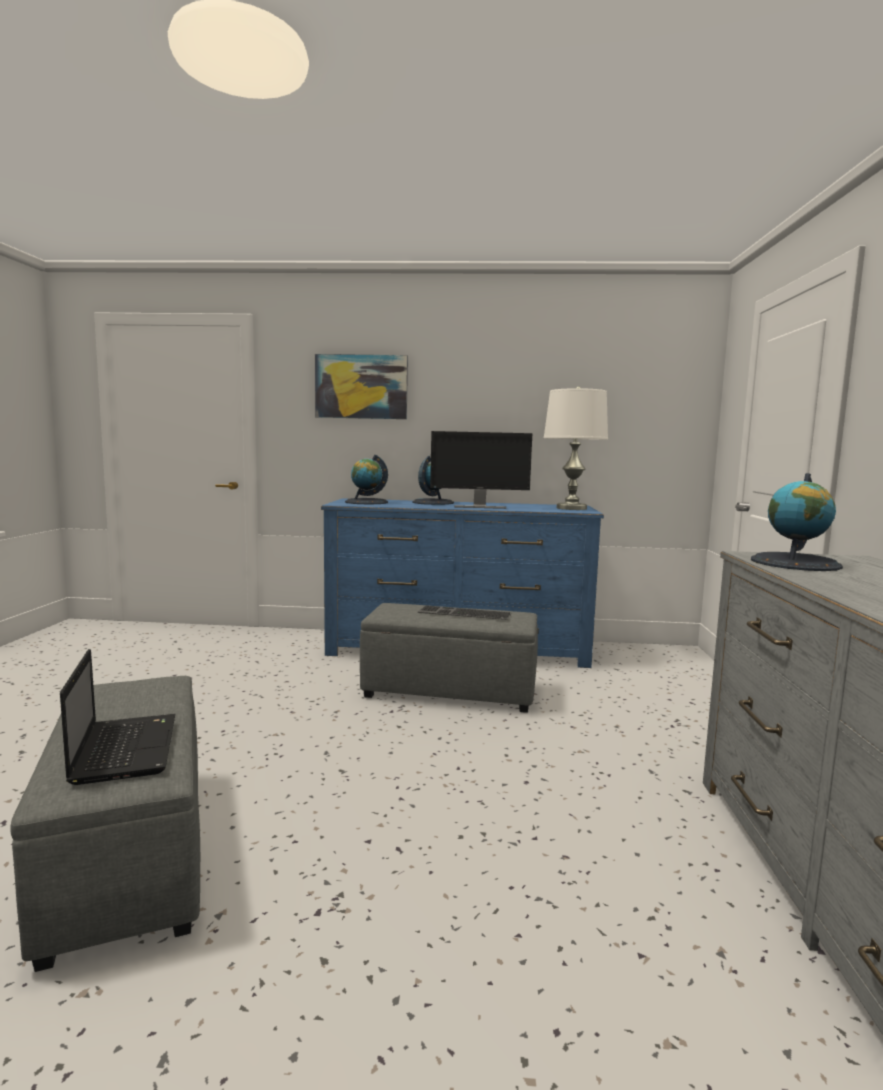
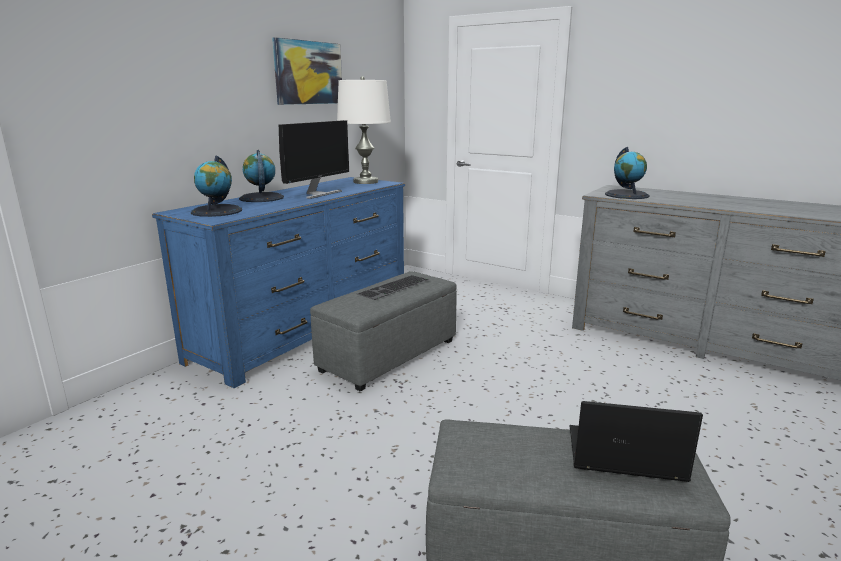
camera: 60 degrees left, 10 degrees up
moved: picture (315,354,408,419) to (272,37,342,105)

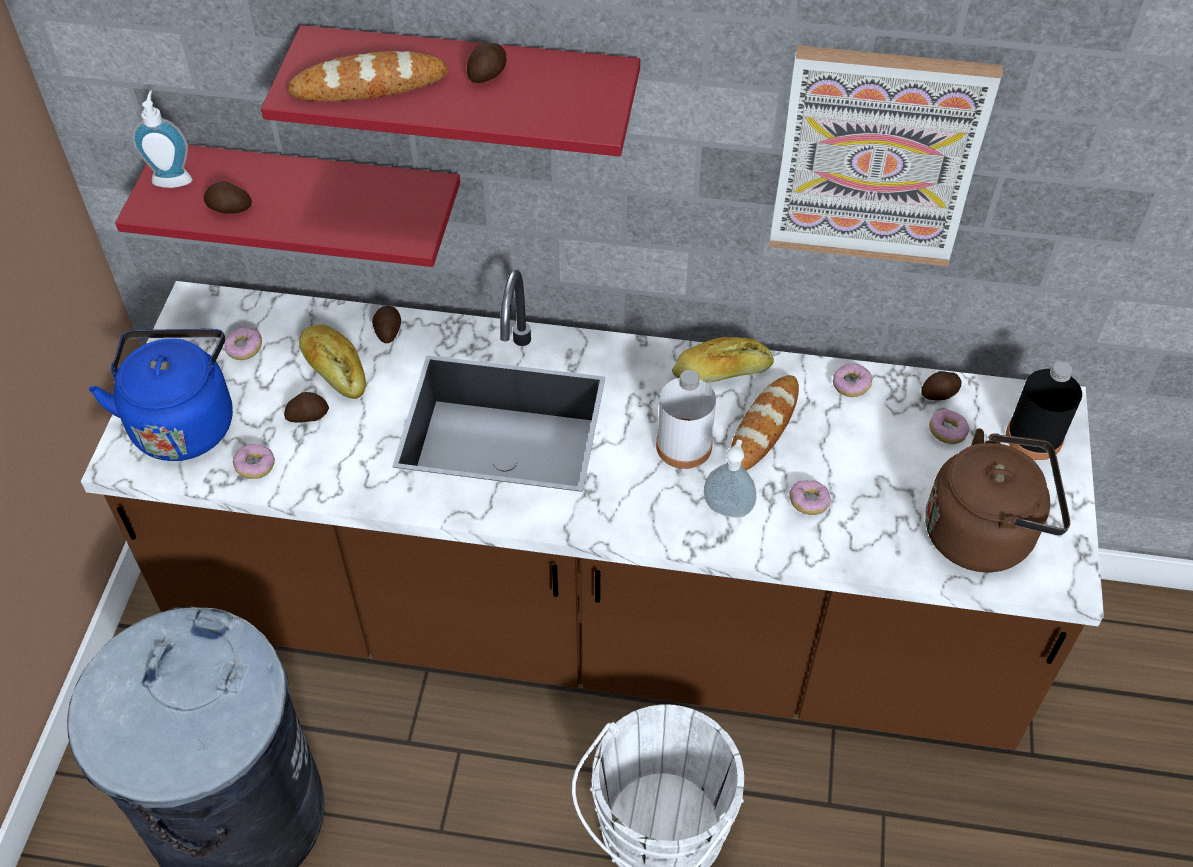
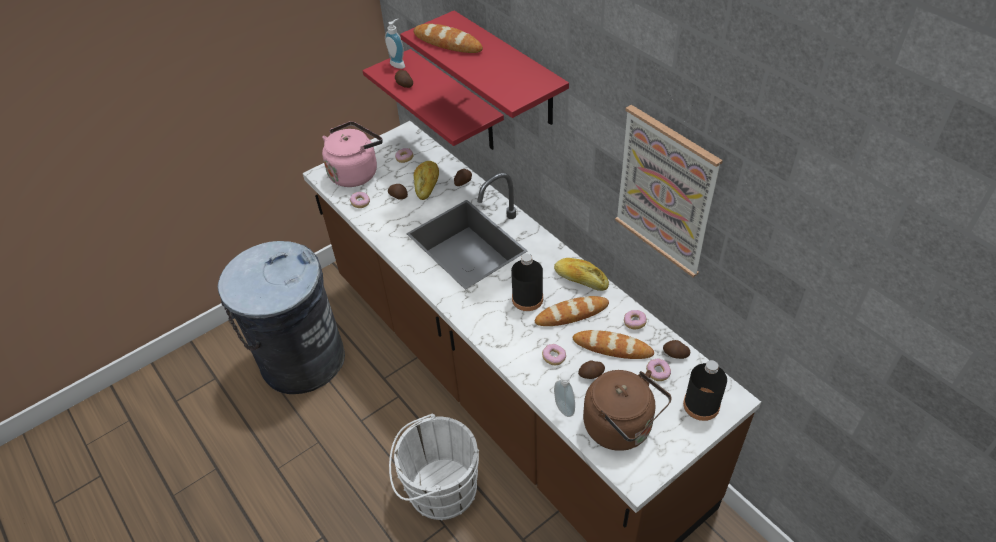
camera: 45 degrees right, 5 degrees down
added: bread (573,330,654,359)
moved: soap_dispenser (704,440,756,517) to (554,370,575,417); potato (467,43,506,83) to (578,361,605,379)
recoloured: blue_kettle (89,329,233,461) to pink_kettle (322,121,383,187); white_bottle (656,370,716,469) to black_bottle (511,254,543,311)

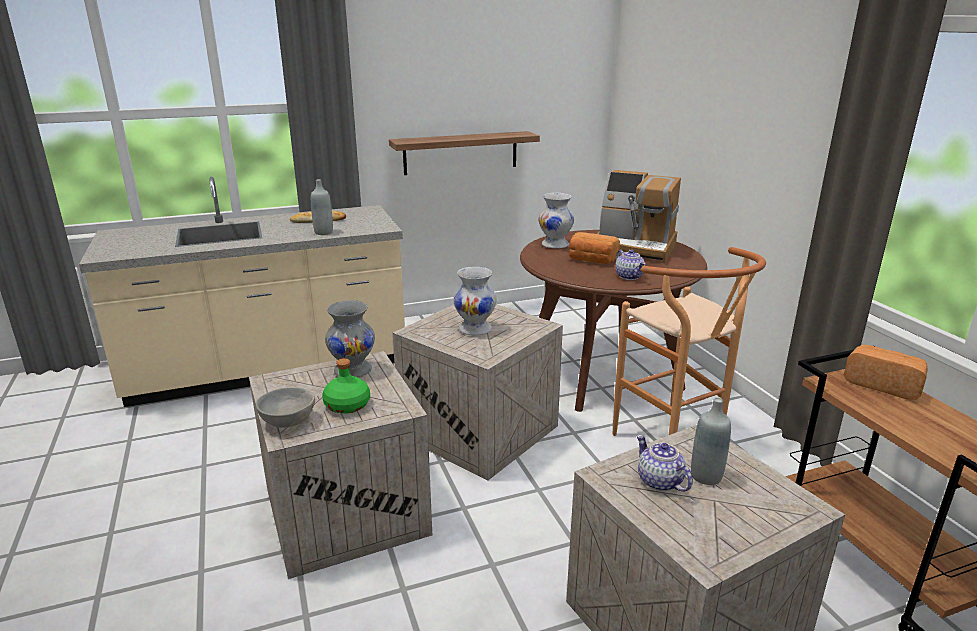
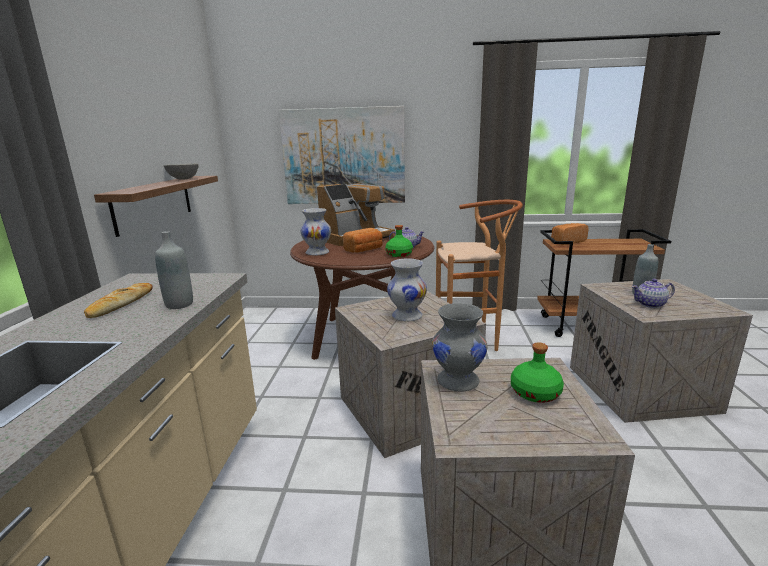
camera: 65 degrees left, 5 degrees down
added: picture (279,106,405,204); green_bottle (385,225,413,257)
moved: grey_bowl (256,387,315,428) to (163,163,199,180)

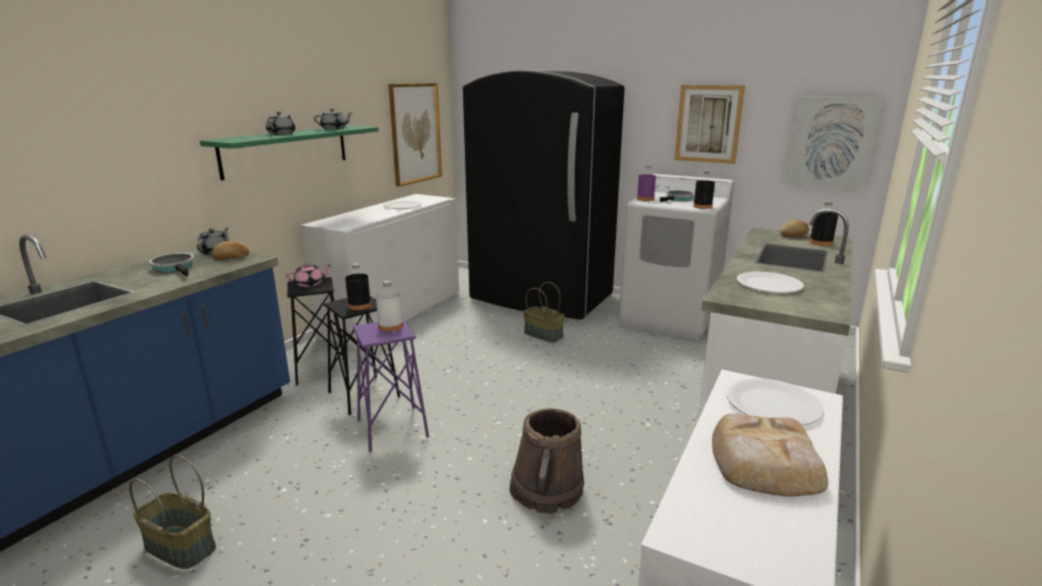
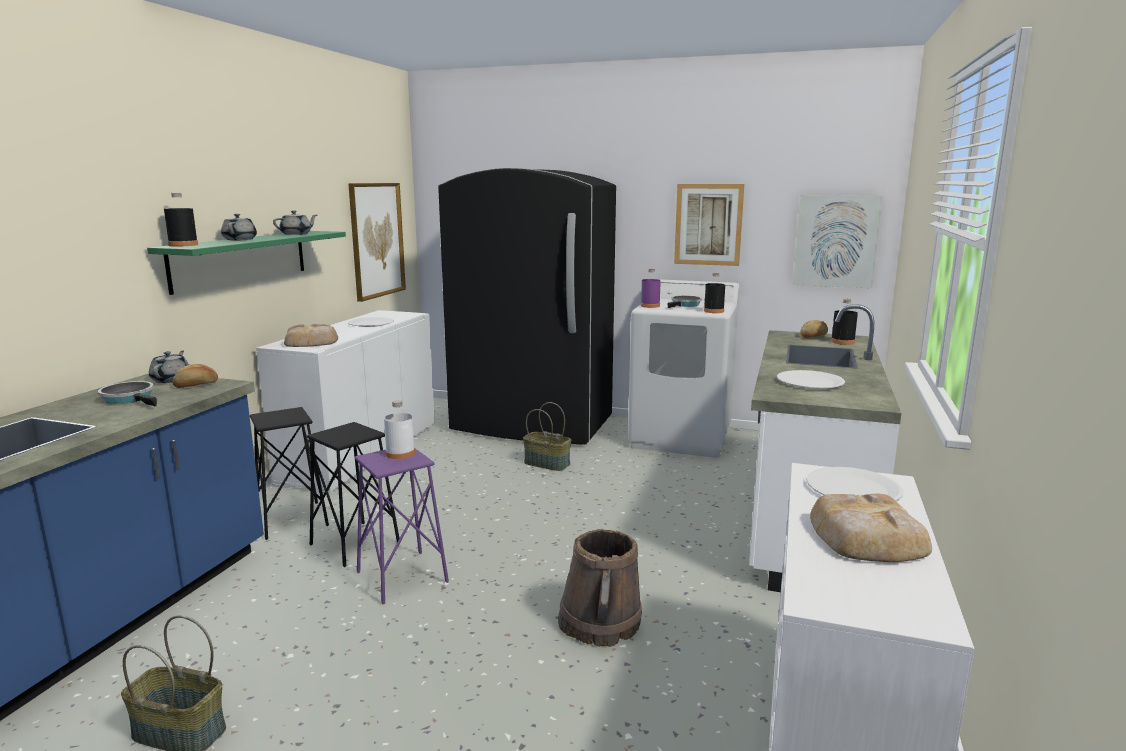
camera: 10 degrees left, 5 degrees down
removed: pink_teapot (286,263,331,287)
added: bread (284,324,338,347)
moved: black_bottle (345,263,371,310) to (164,193,198,246)

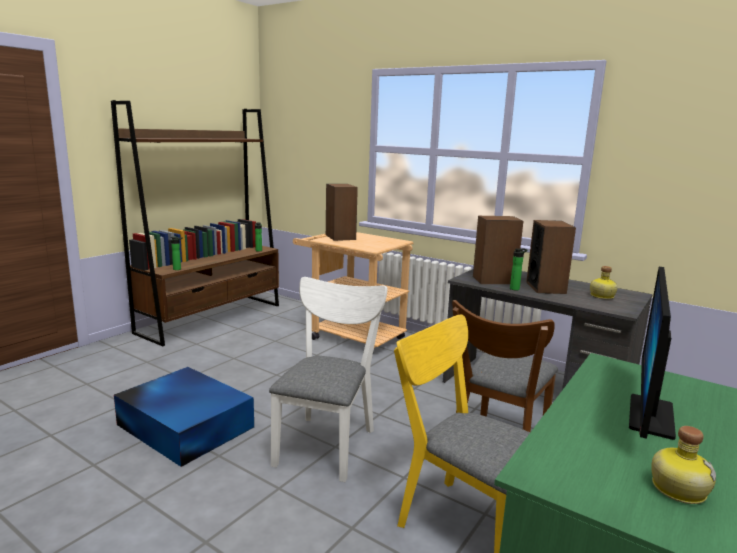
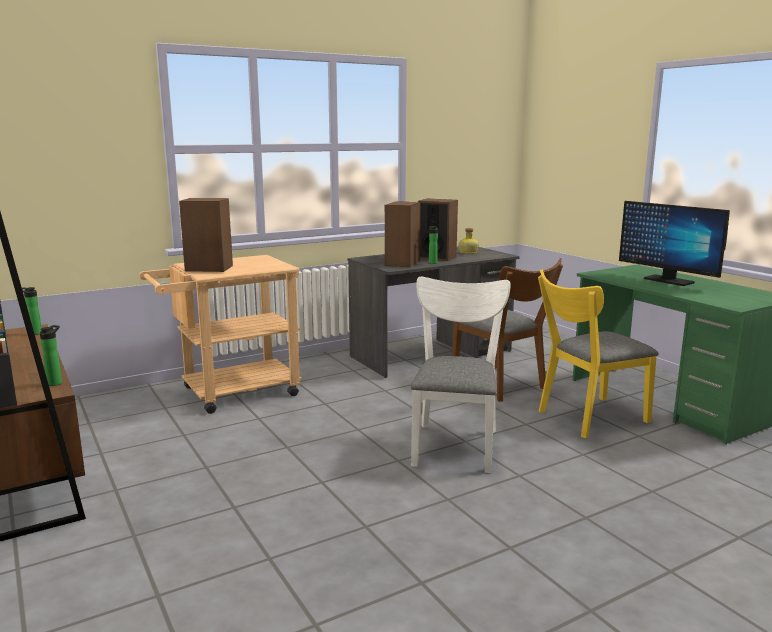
camera: 65 degrees left, 0 degrees up
removed: blue_storage_box (114,367,254,467); bottle (651,426,716,504)
turned: white_chair (269,277,387,482) = (411,277,510,473) 60 degrees clockwise

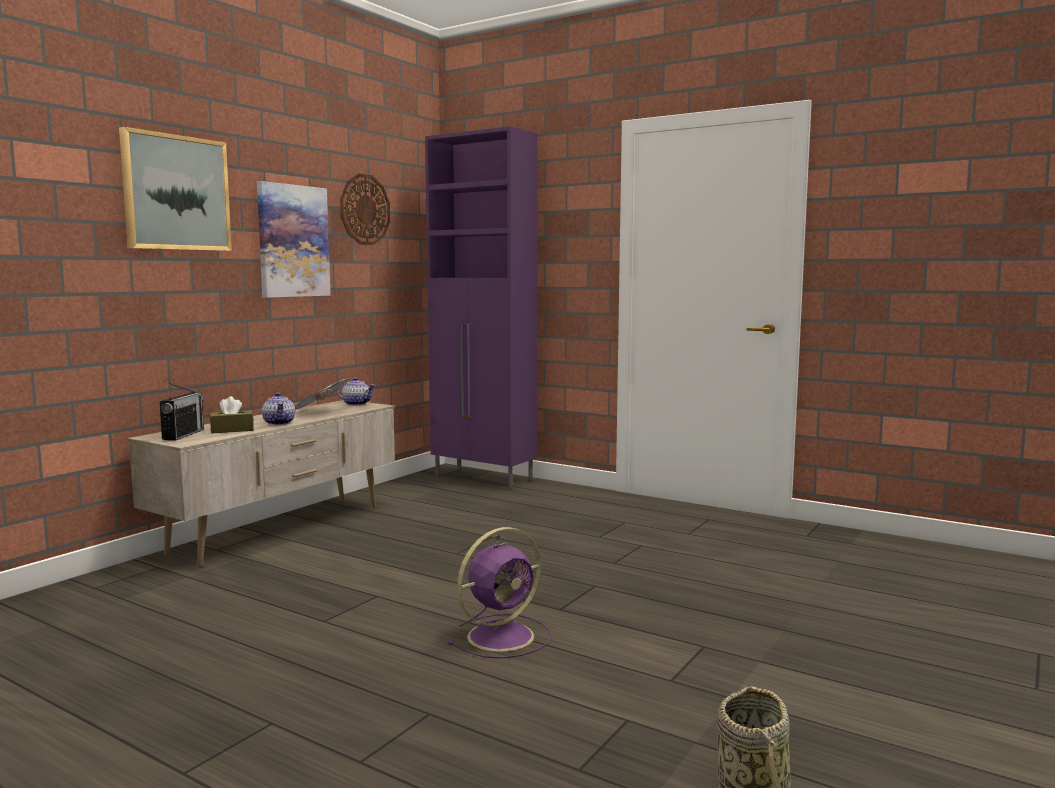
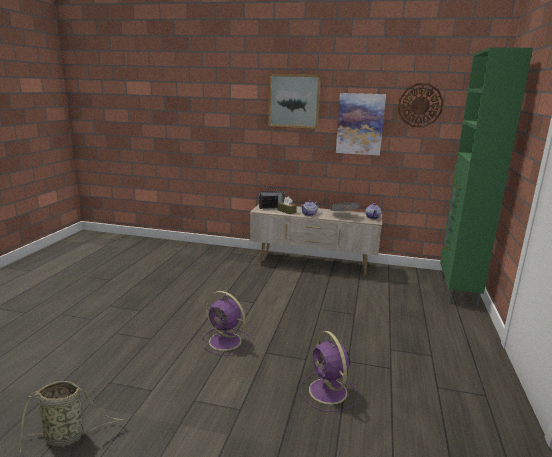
camera: 70 degrees right, 10 degrees up
added: purple_fan (300,331,359,412)
recoloured: purple_cabinet (425,126,537,489) to green_cabinet (440,47,533,307)

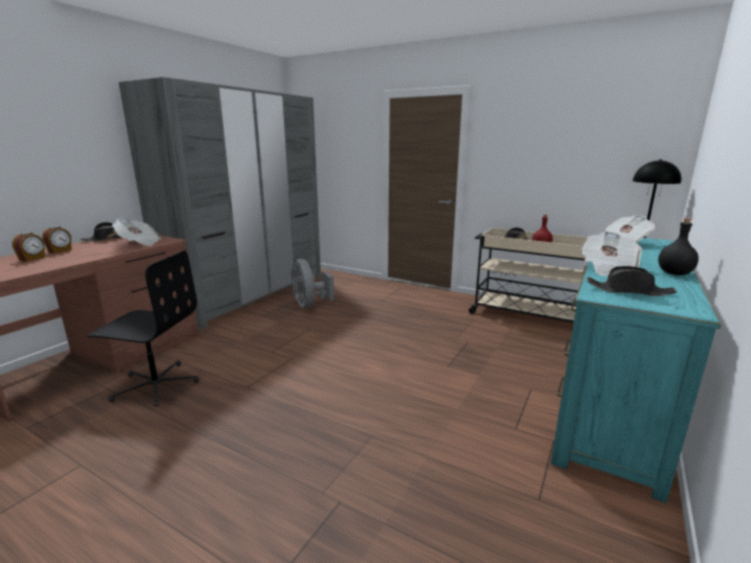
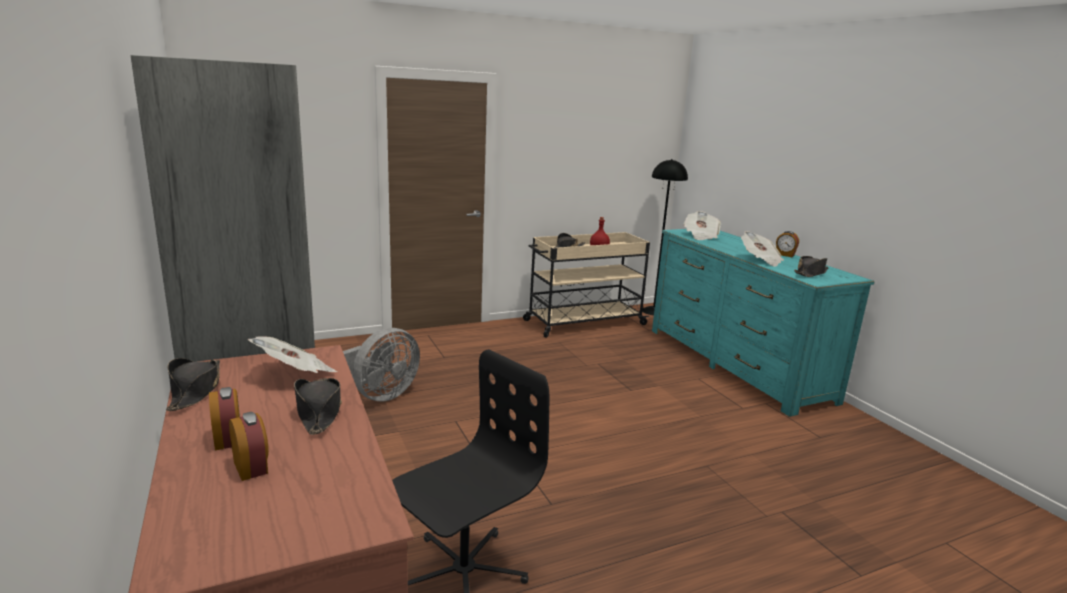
camera: 55 degrees left, 0 degrees up
added: black_hat (294,378,342,435)
replaced: black_bottle (658,218,699,275) to alarm_clock (776,231,799,257)
turned: grey_fan (291,259,334,308) = (343,328,420,402) 60 degrees counterclockwise

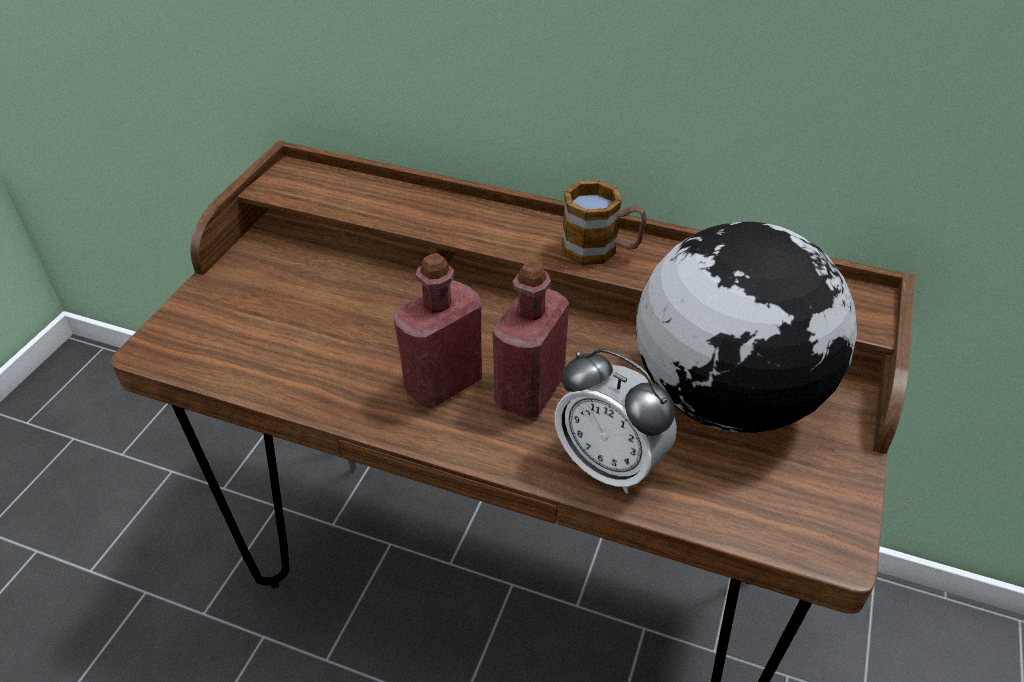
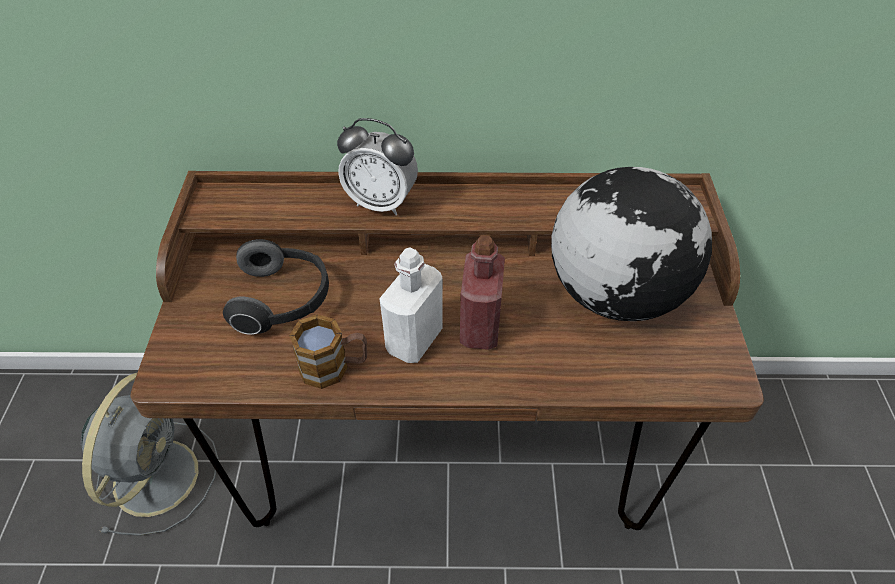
camera: 20 degrees left, 5 degrees up
added: grey_fan (80,372,218,536); headphones (223,239,329,335)
moved: mug (561,180,647,265) to (289,314,367,389); alarm_clock (555,348,677,494) to (337,118,418,215)
recoloured: red_bottle (393,253,482,409) to white_bottle (379,247,443,363)

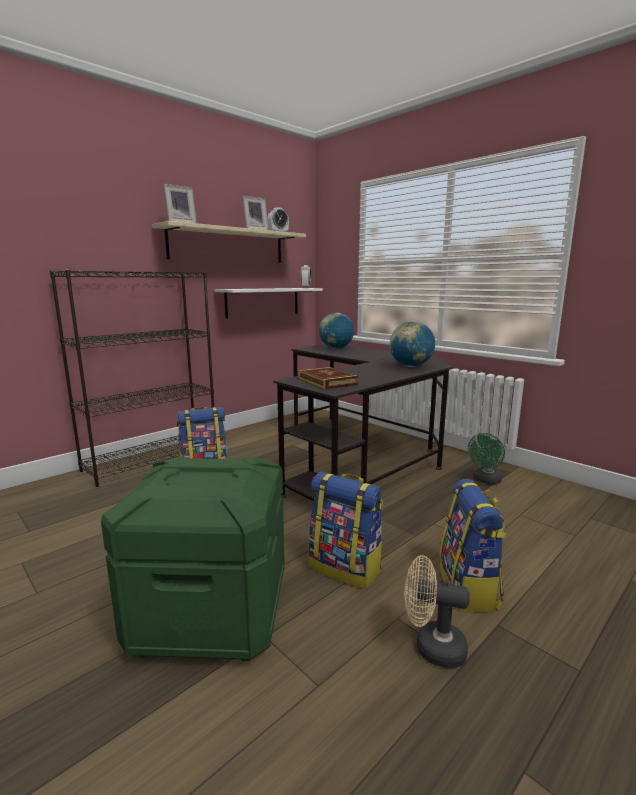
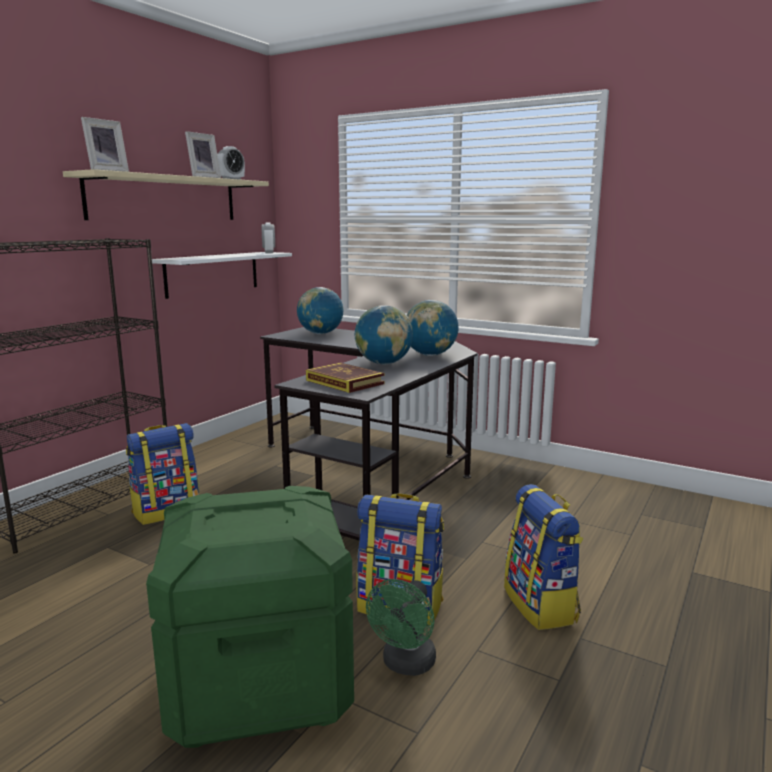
camera: 15 degrees left, 0 degrees up
removed: beige_fan (404,555,470,668)
added: globe (355,305,413,365)
moved: green_fan (468,433,505,484) to (366,579,436,676)

